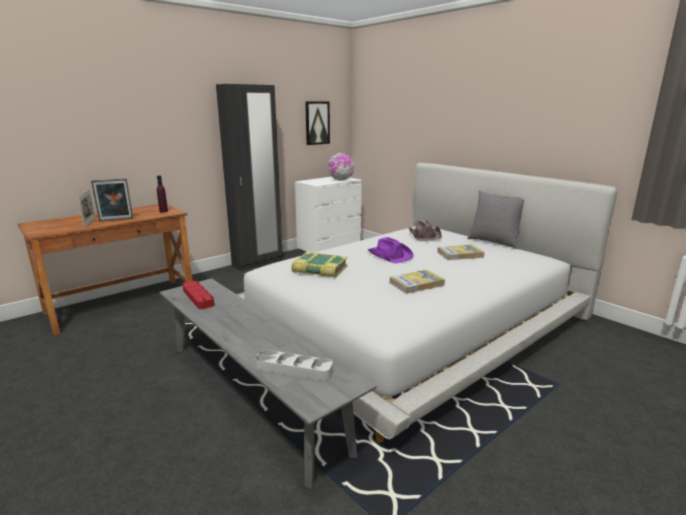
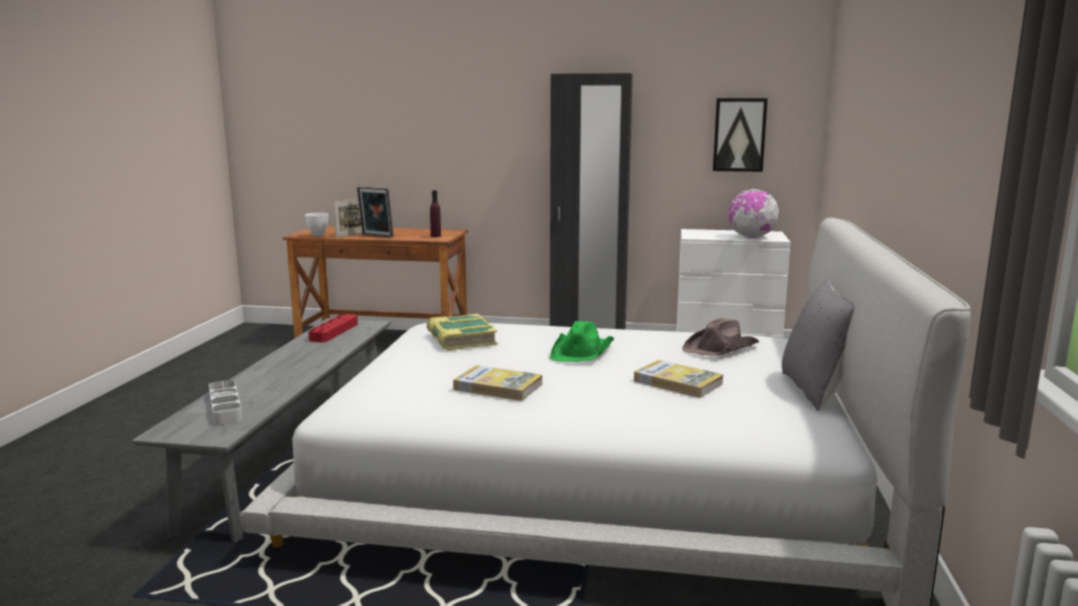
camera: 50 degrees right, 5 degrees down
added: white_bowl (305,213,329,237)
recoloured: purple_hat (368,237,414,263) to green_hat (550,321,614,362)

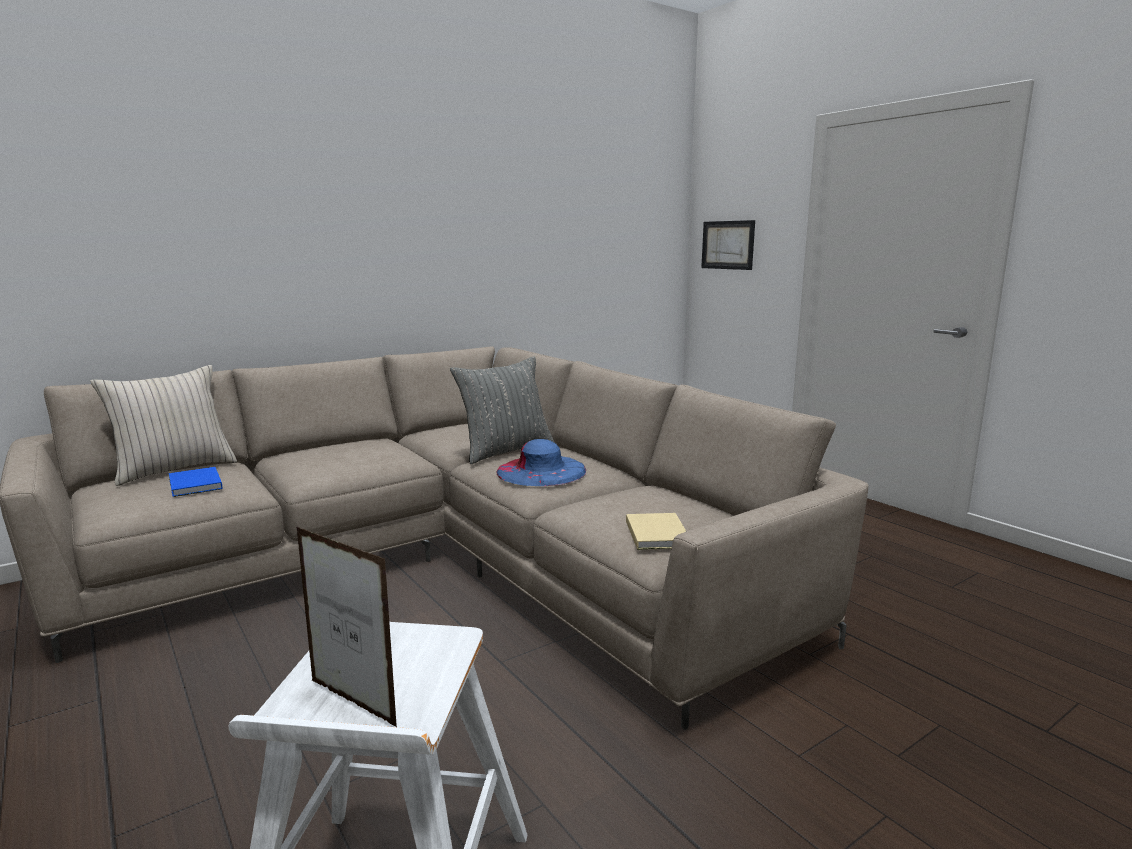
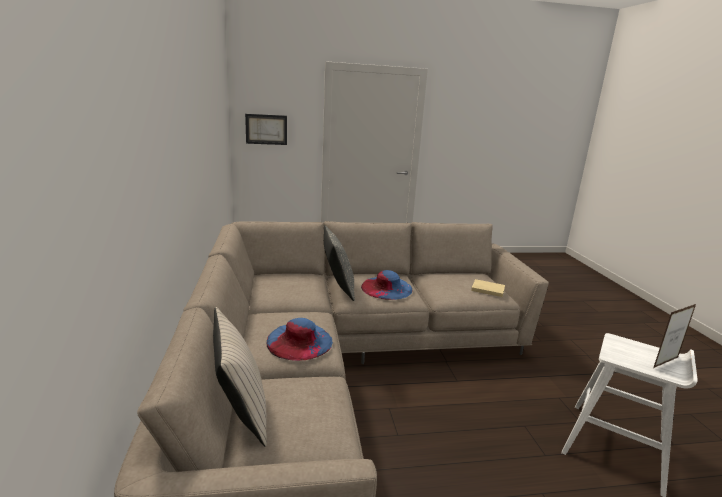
camera: 65 degrees left, 5 degrees up
removed: blue_book (169,467,222,497)
added: blue_hat (266,318,333,361)

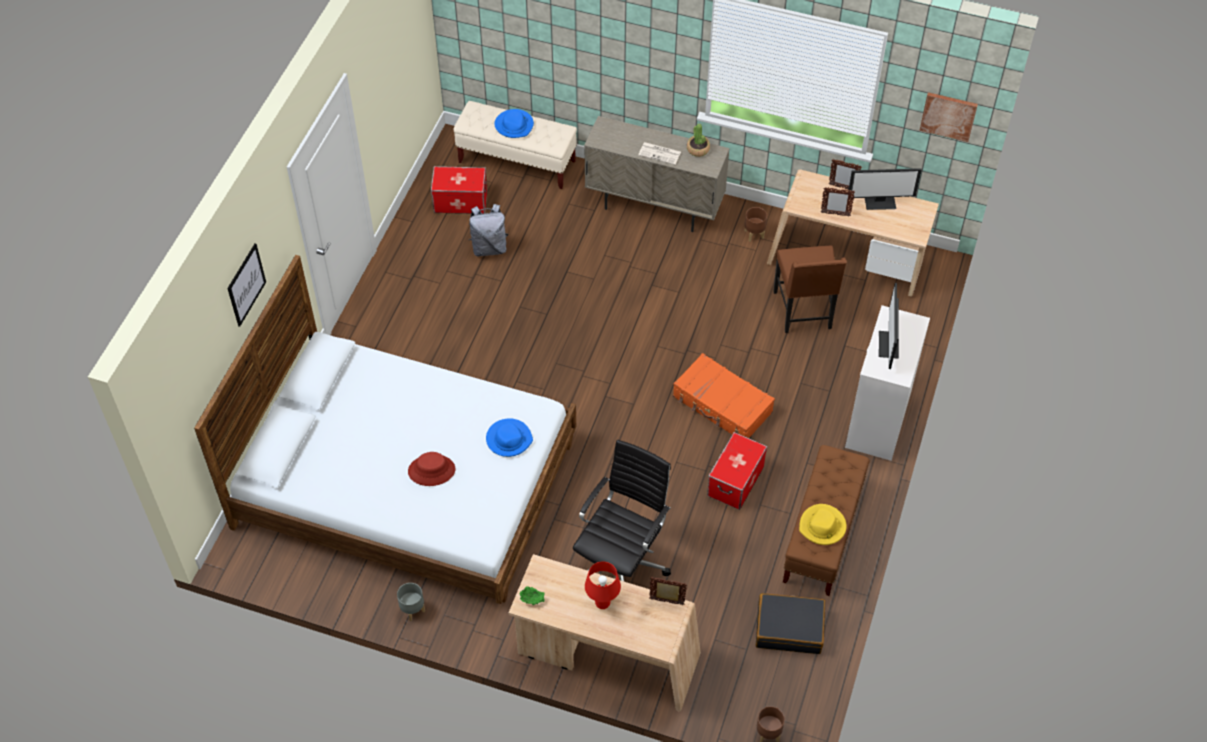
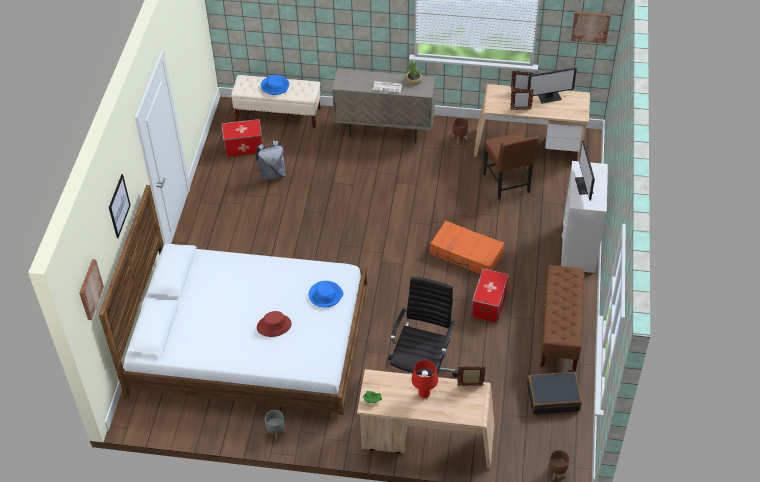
camera: 10 degrees left, 5 degrees down
removed: yellow_hat (799,504,847,545)
added: picture (79,259,104,320)

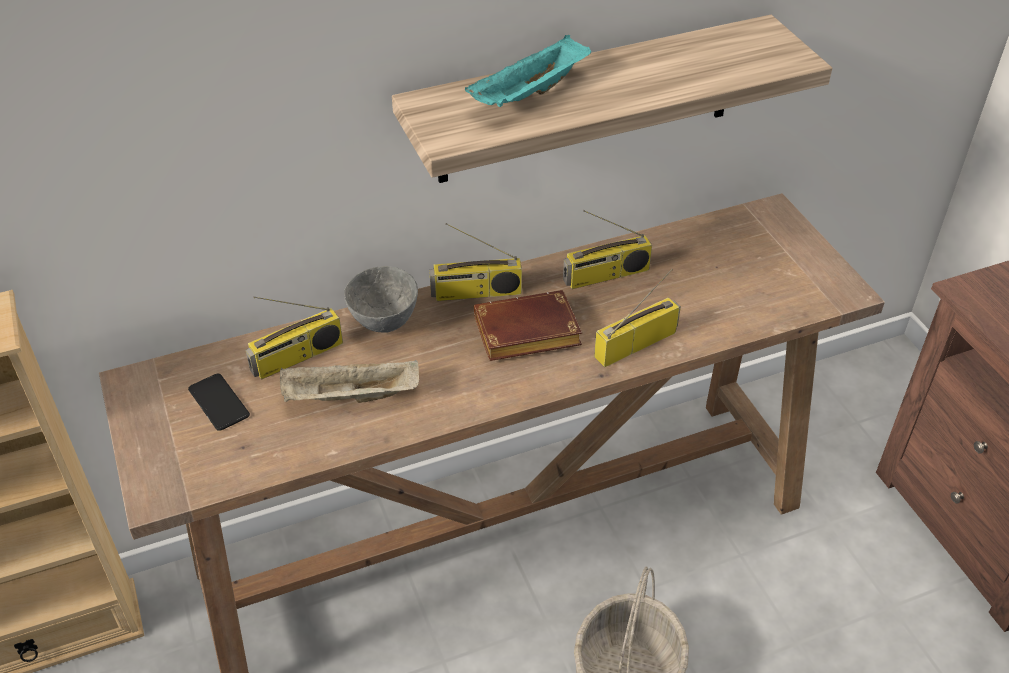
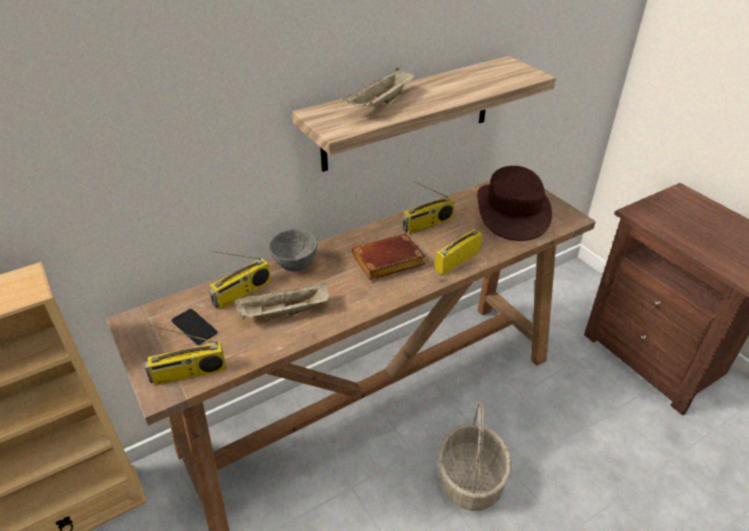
camera: 10 degrees left, 5 degrees down
added: brown_hat (477,166,552,241)
moved: radio (429,223,522,301) to (145,325,226,386)
recoloured: turquoise_tray (465,35,591,107) to beige_tray (343,68,415,107)

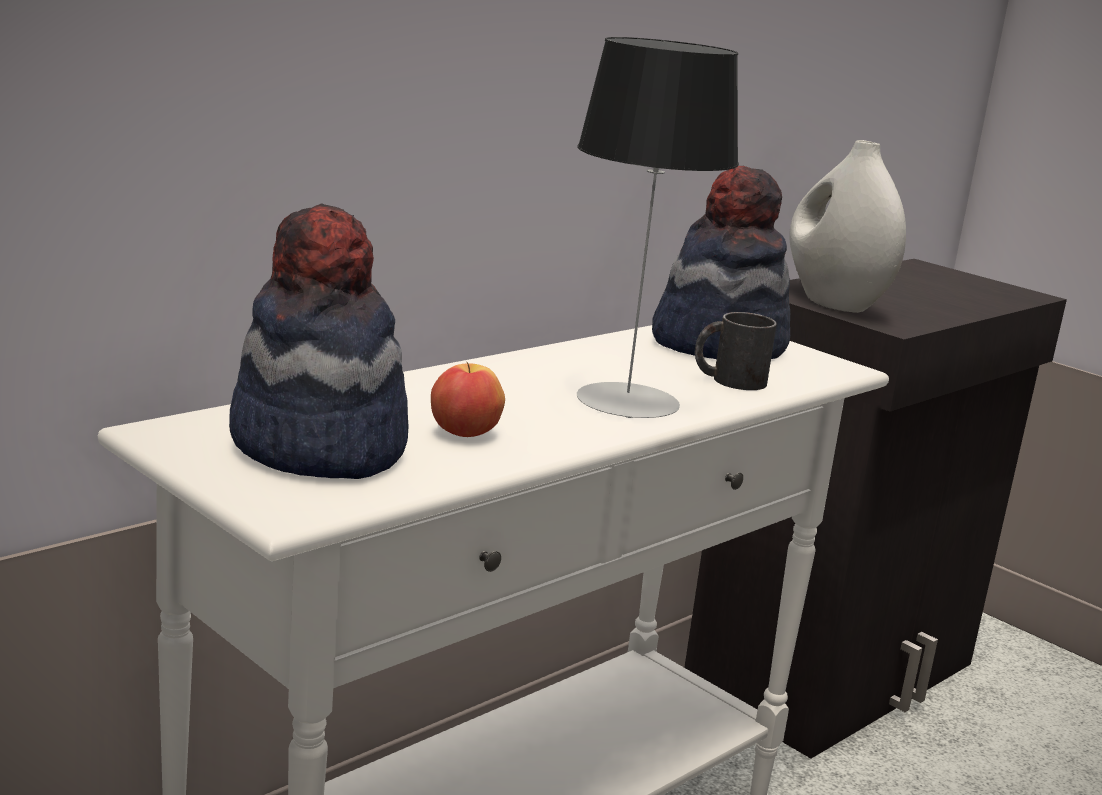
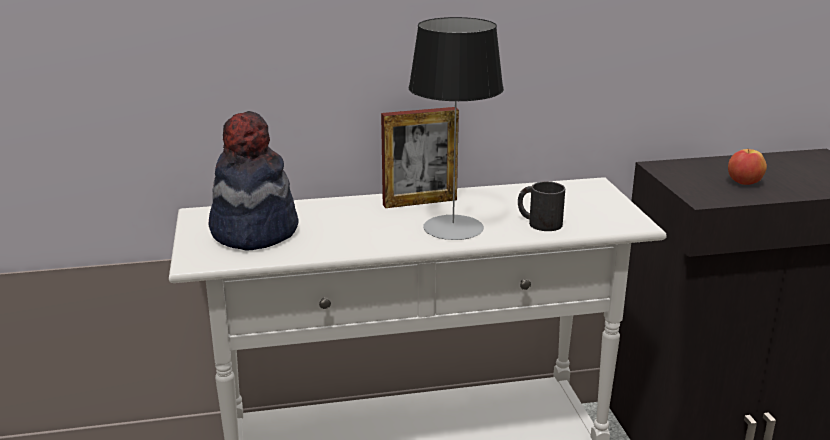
camera: 35 degrees right, 5 degrees up
removed: hat (652,166,790,359); white_vase (789,140,906,313)
added: picture_frame (381,107,459,208)
moved: apple (431,362,505,437) to (728,149,767,185)

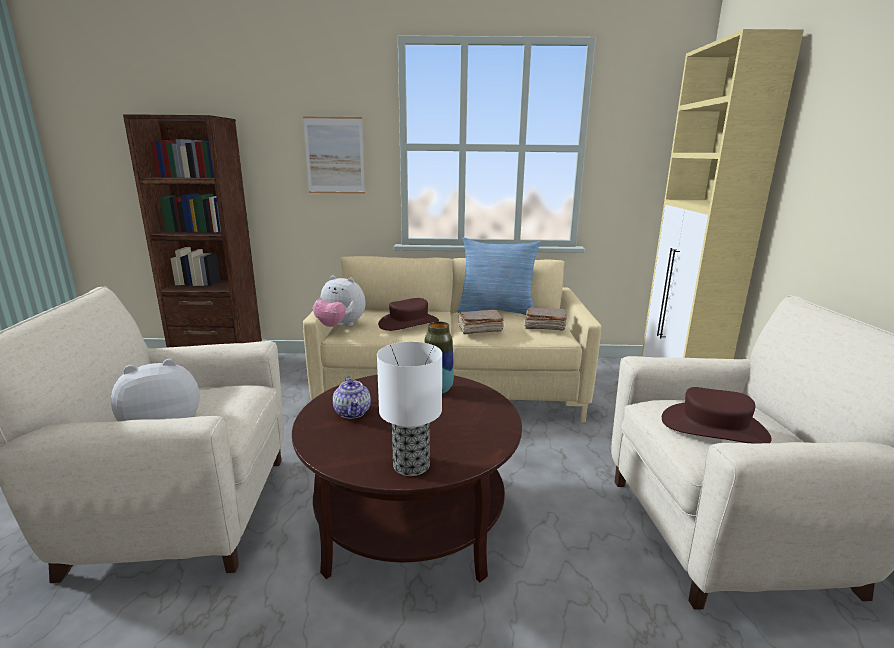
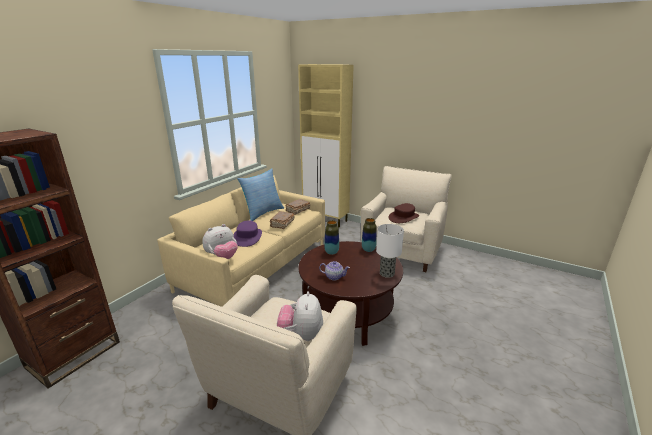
camera: 60 degrees left, 5 degrees up
removed: picture (303,117,365,194)
added: vase (362,218,377,252)
recoloured: brown_hat (378,298,439,331) to purple_hat (234,221,262,247)

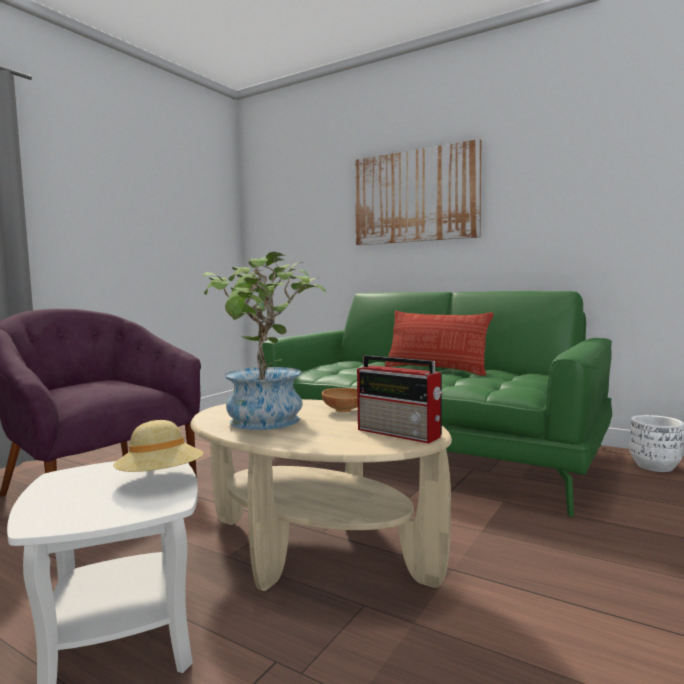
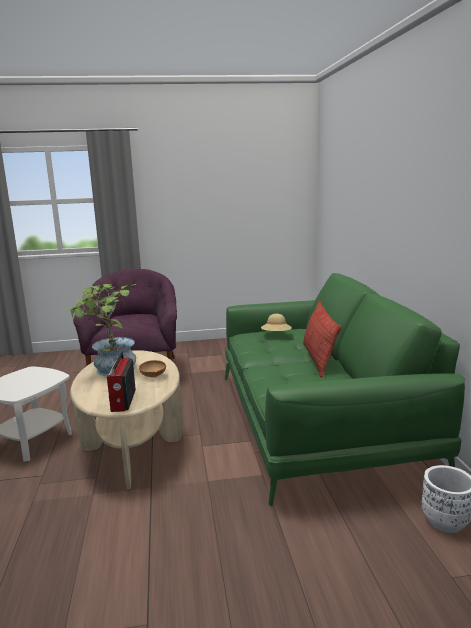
camera: 50 degrees right, 10 degrees up
removed: picture (355,139,481,245)
moved: beige_hat (113,420,203,472) to (261,314,292,331)

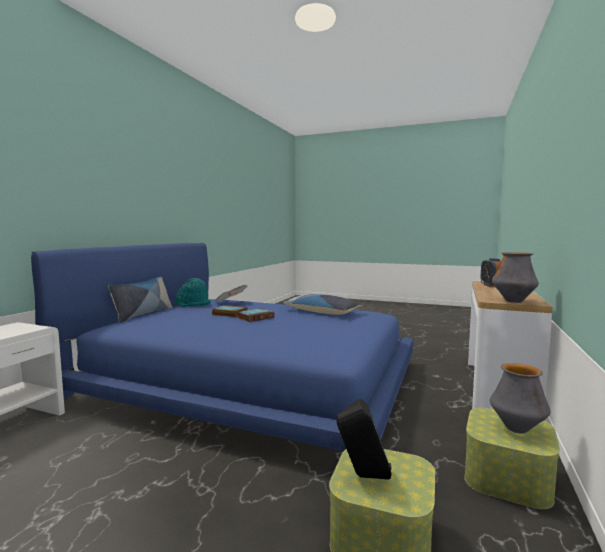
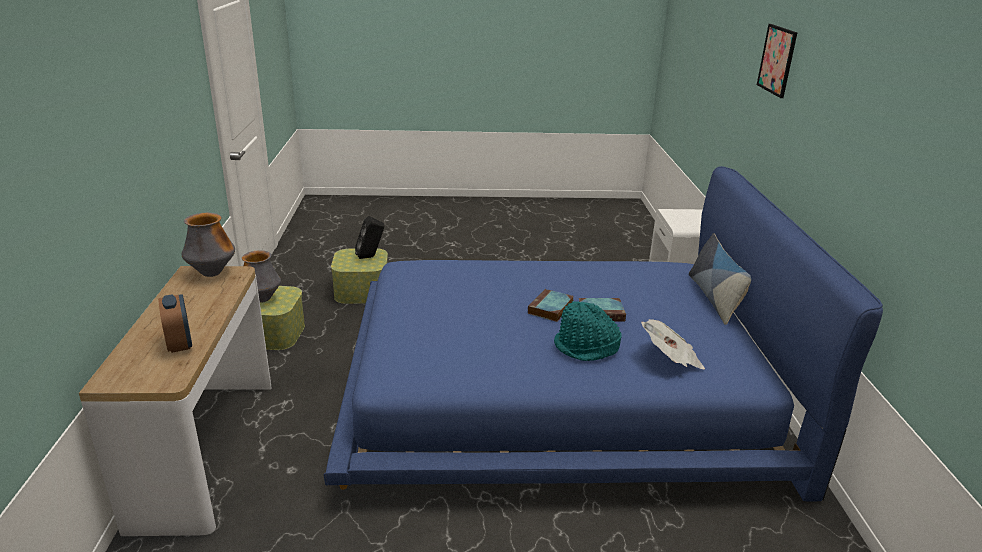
camera: 155 degrees right, 20 degrees up
removed: pillow (283,294,363,315)
added: picture (757,24,797,98)
moved: turquoise_hat (176,278,211,307) to (554,301,622,361)

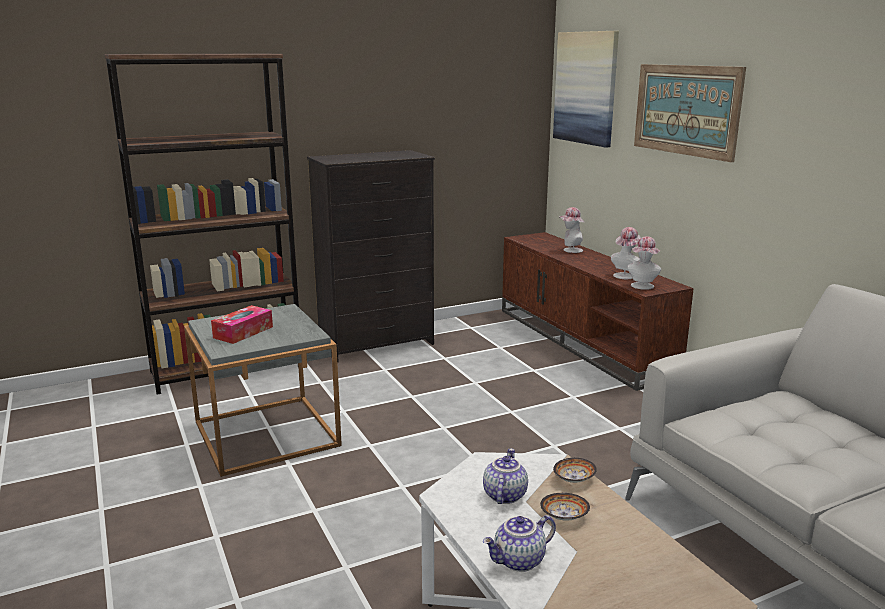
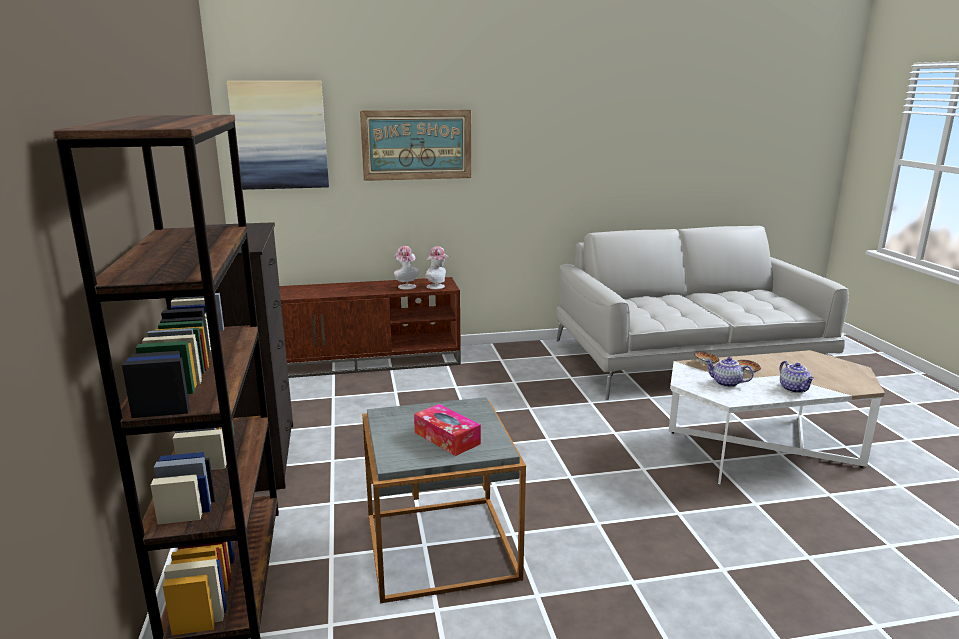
camera: 75 degrees left, 0 degrees up
removed: hat (559,207,584,253)

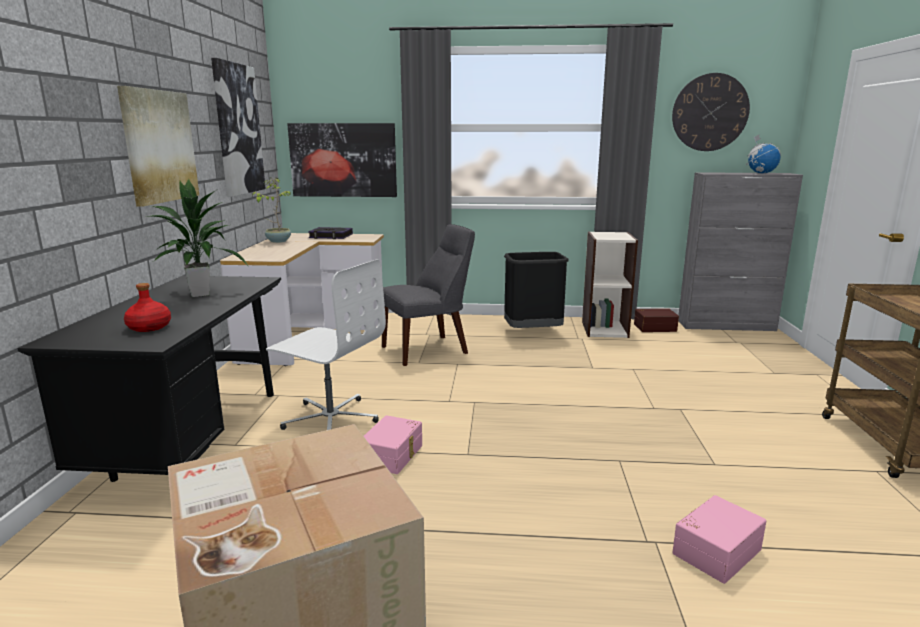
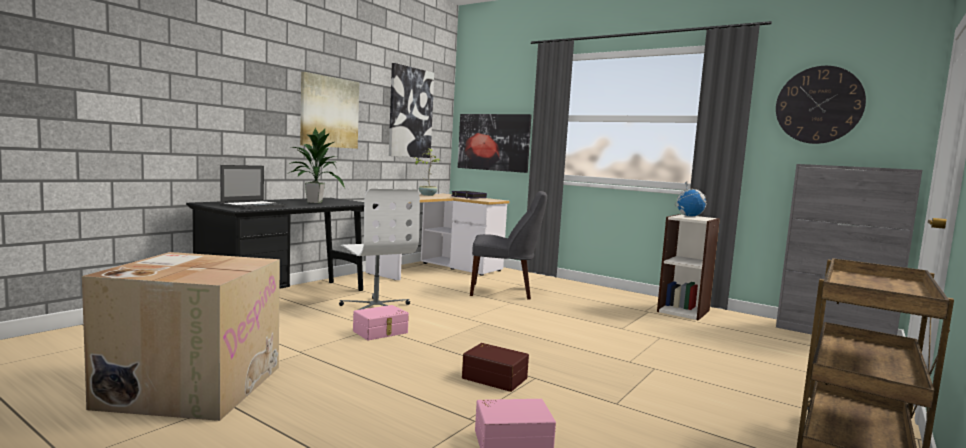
camera: 30 degrees right, 10 degrees down
removed: black_trash_can (504,252,569,328)
moved: brown_storage_box (634,308,679,332) to (462,343,529,392); globe (746,134,781,173) to (675,181,707,217)
replaced: red_bottle (124,283,171,332) to laptop (220,165,287,209)

